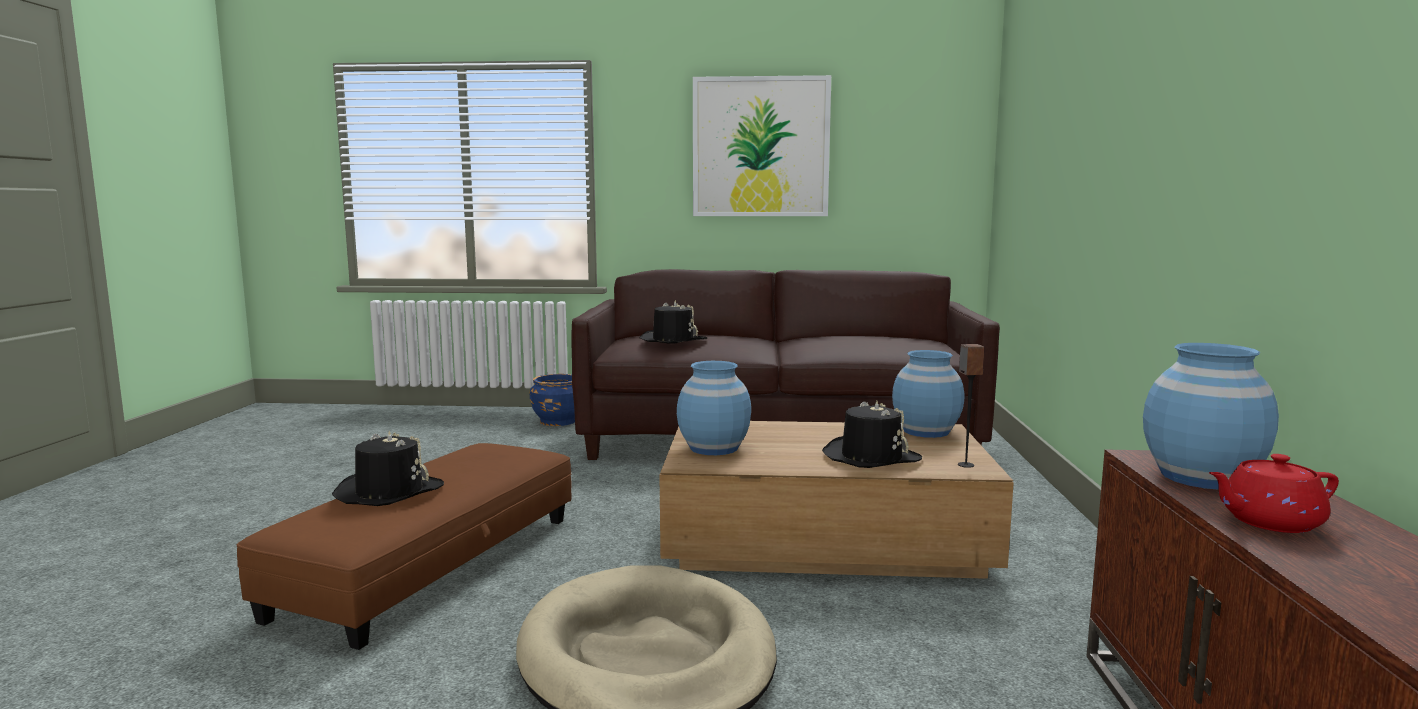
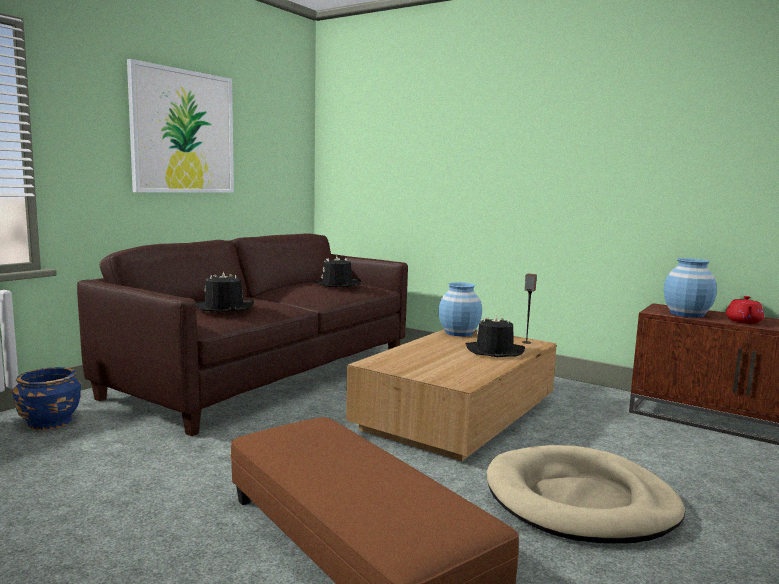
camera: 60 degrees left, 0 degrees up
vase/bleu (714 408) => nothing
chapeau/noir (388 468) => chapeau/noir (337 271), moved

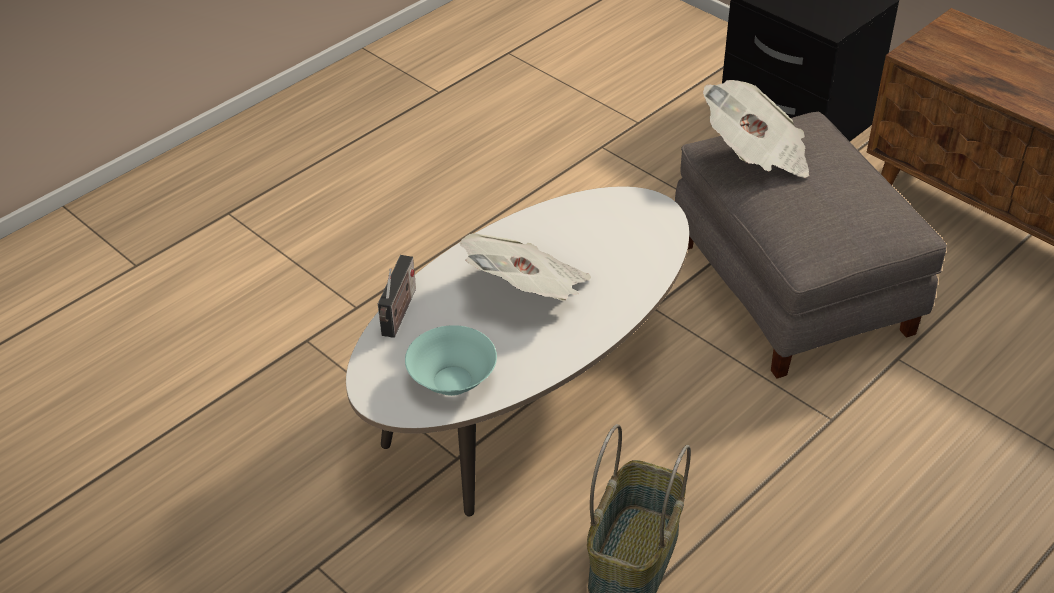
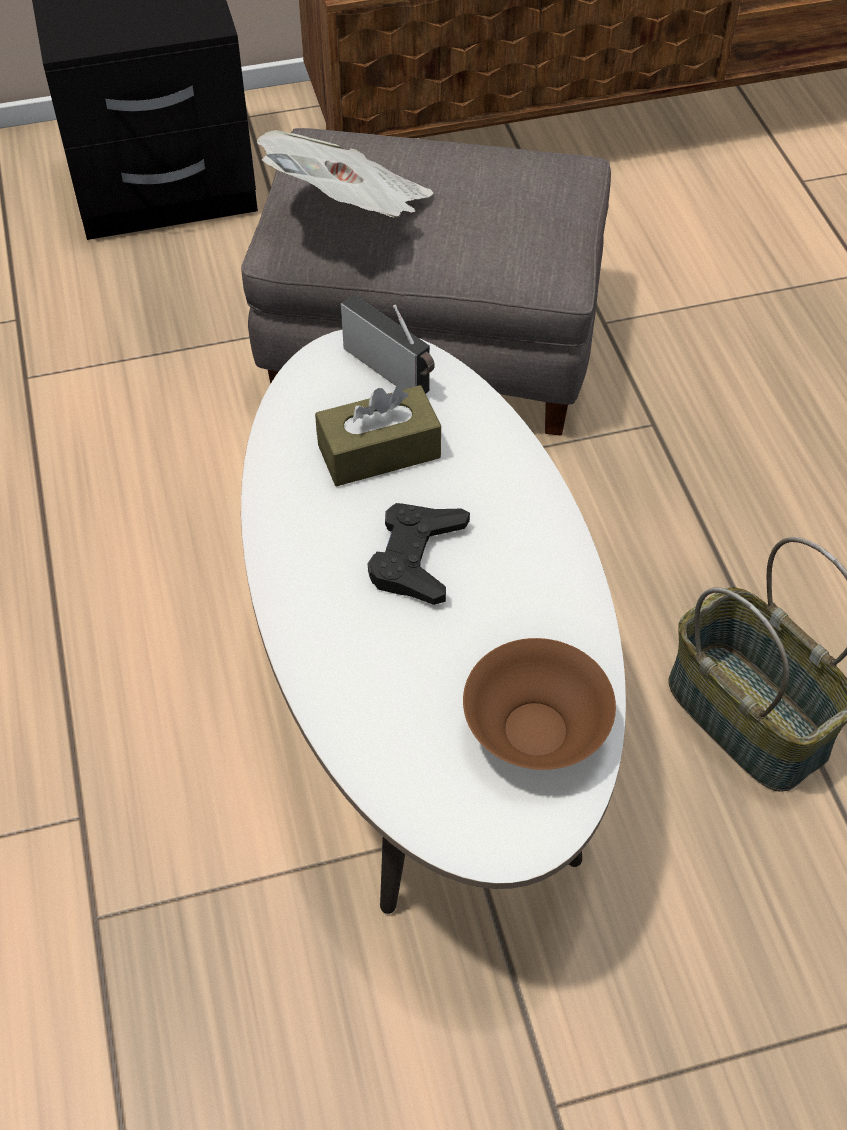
camera: 60 degrees left, 10 degrees up
nothing => boîte à mouchoirs/marron (378 435)
radio (397 296) => radio (388 344), moved
journal (525 267) => manette/noir (419 554)
bol/turquoise (451 360) => bol/marron (539 704)

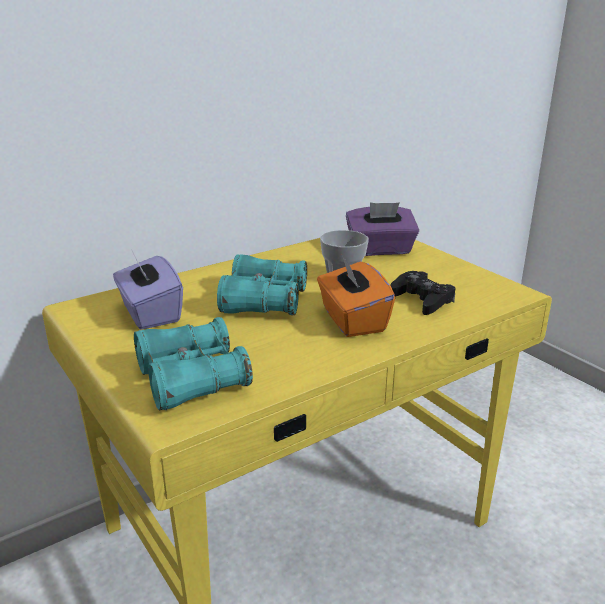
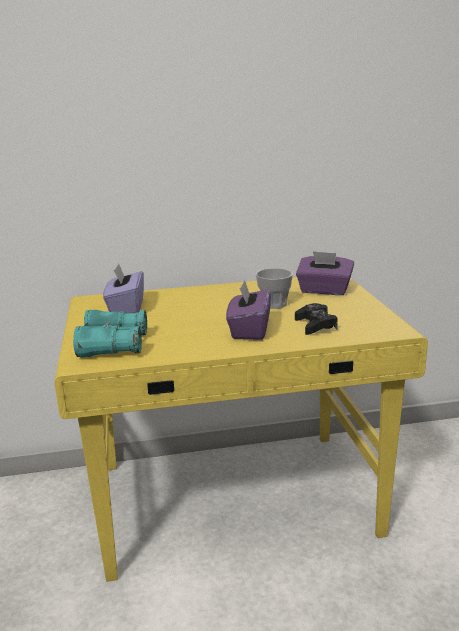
camera: 25 degrees right, 5 degrees down
jumelles/turquoise (262 285) => nothing
boîte à mouchoirs/orange (356 295) => boîte à mouchoirs/violet (248 310)

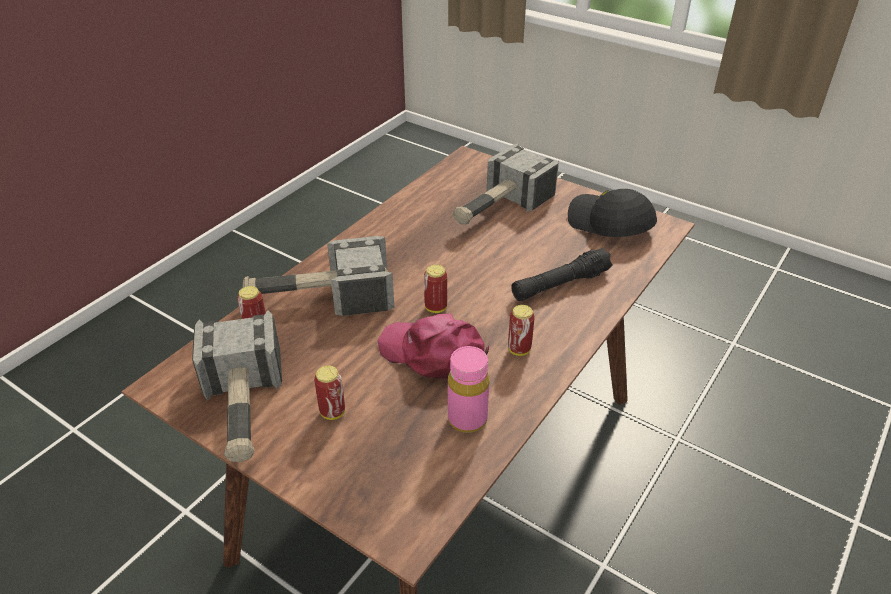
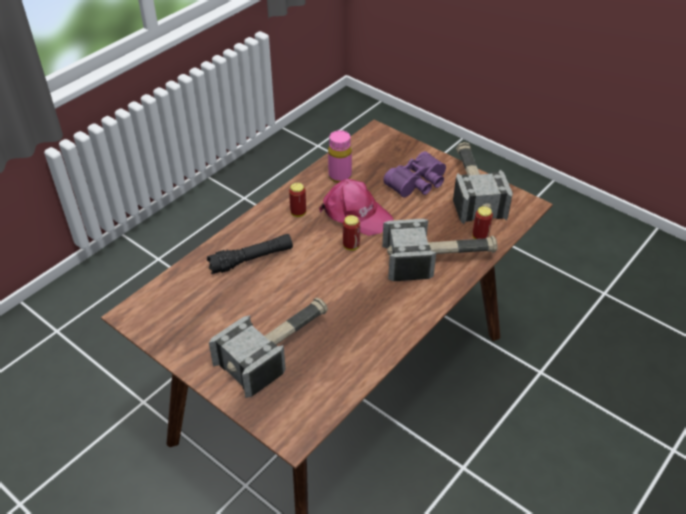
camera: 175 degrees left, 5 degrees up
casquette/noir (612 213) => nothing
boîte métallique (329 393) => jumelles/violet (414 174)

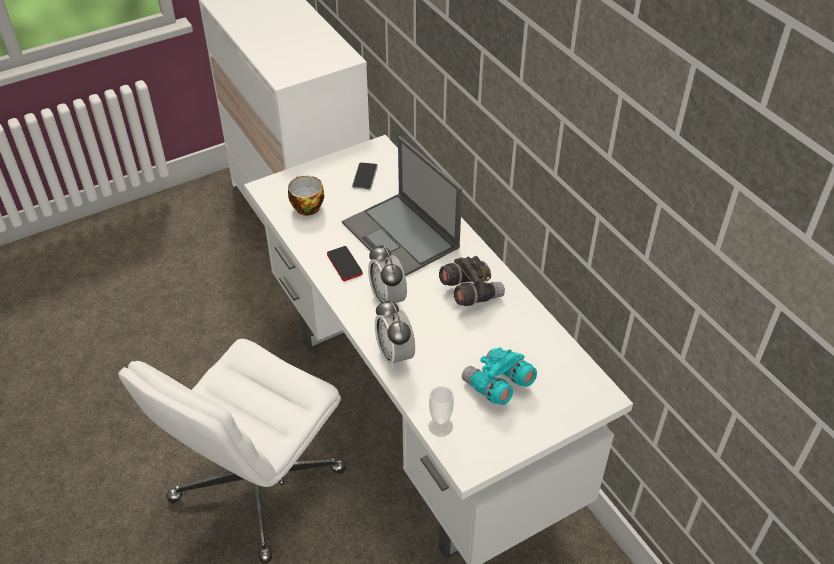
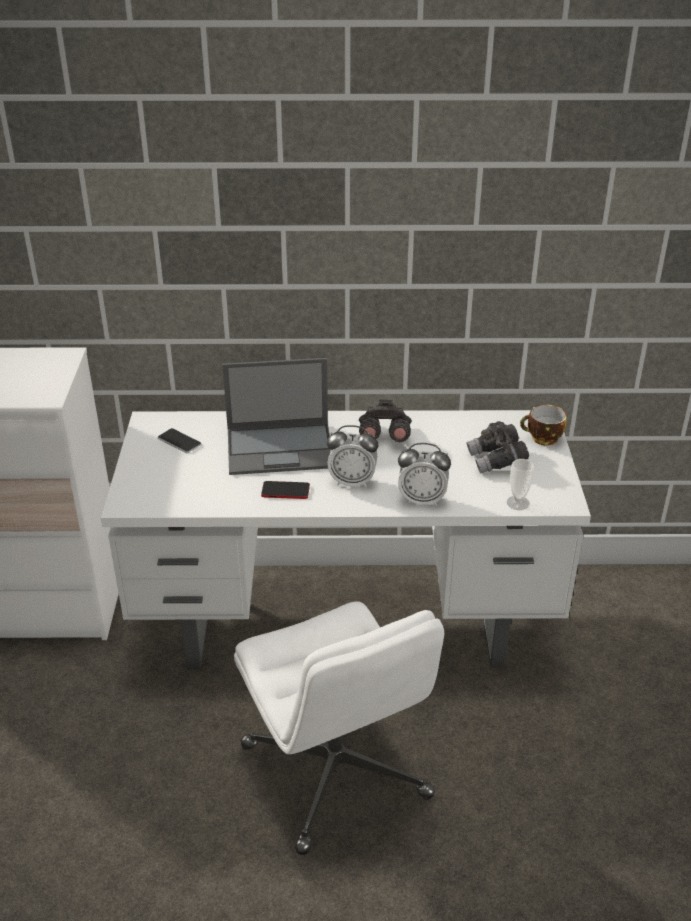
camera: 60 degrees left, 10 degrees down
tasse (306 196) => tasse (543 425), moved
jumelles/turquoise (499 376) => jumelles/gris (498 447)

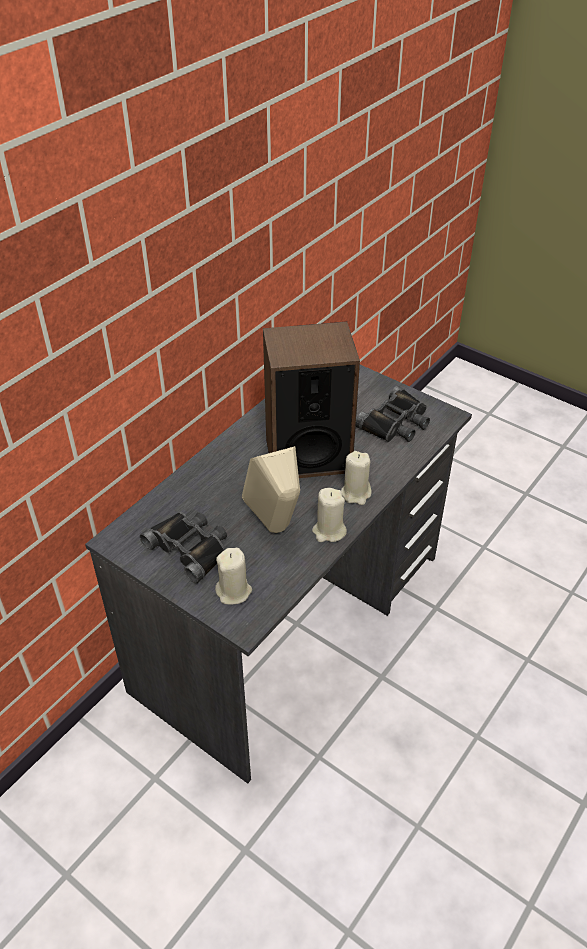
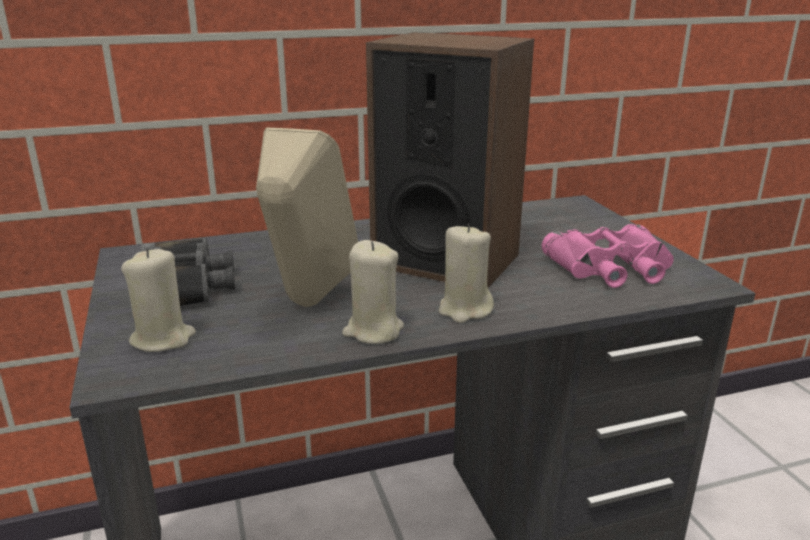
camera: 35 degrees right, 20 degrees down
jumelles/noir (393 414) => jumelles/rose (608 256)

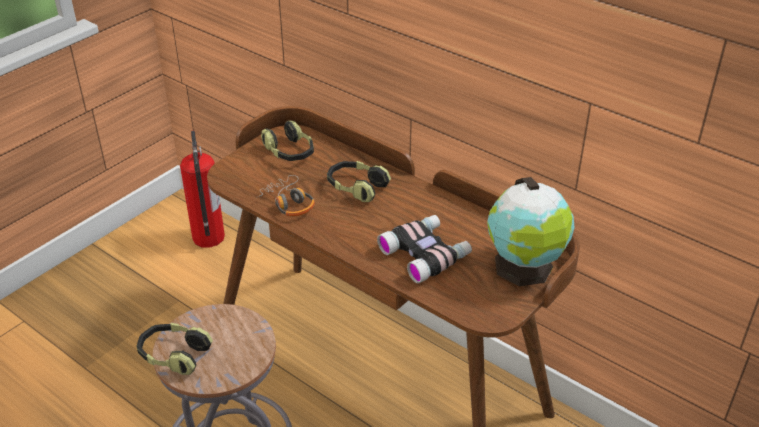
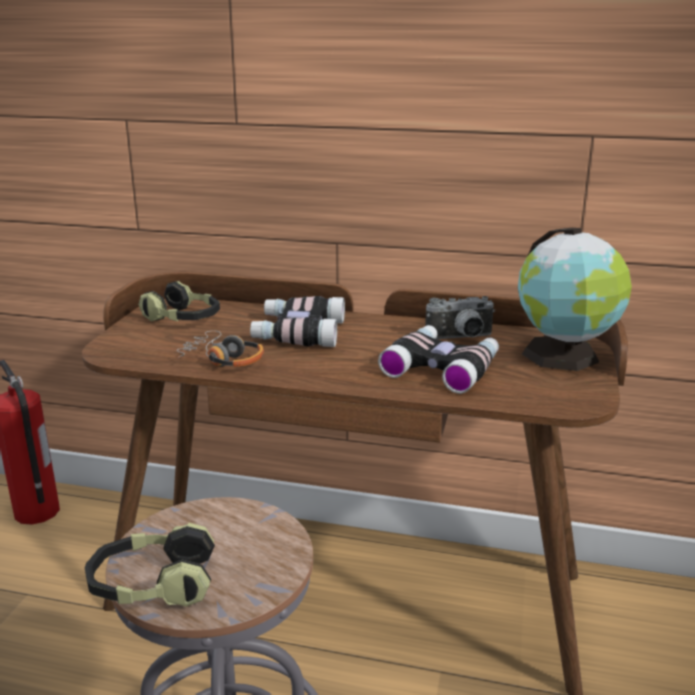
camera: 25 degrees left, 15 degrees down
nothing => appareil photo (460 317)
casque audio (359 181) => jumelles (297 321)

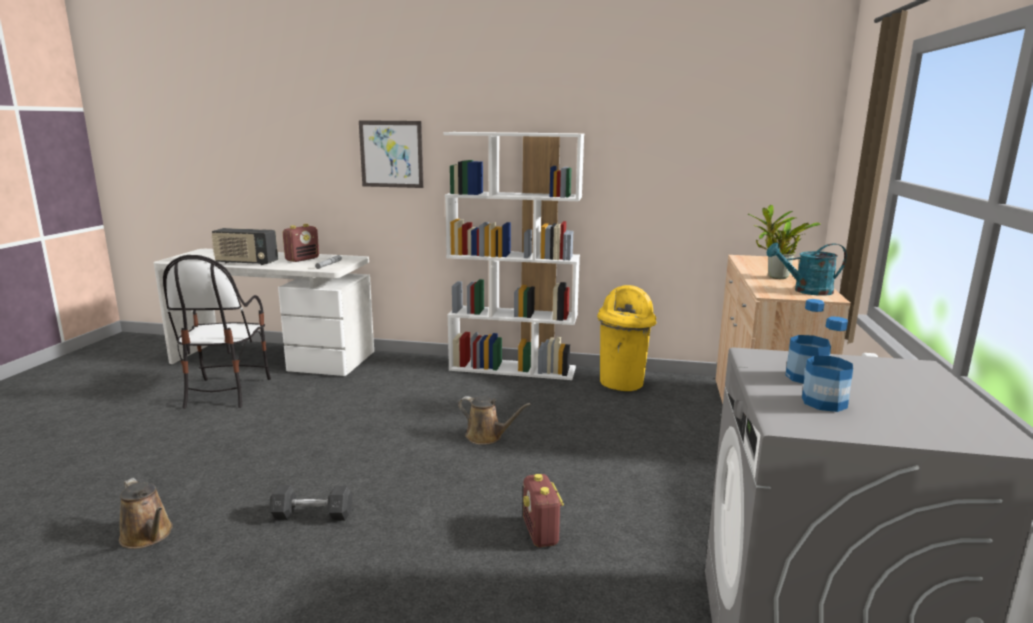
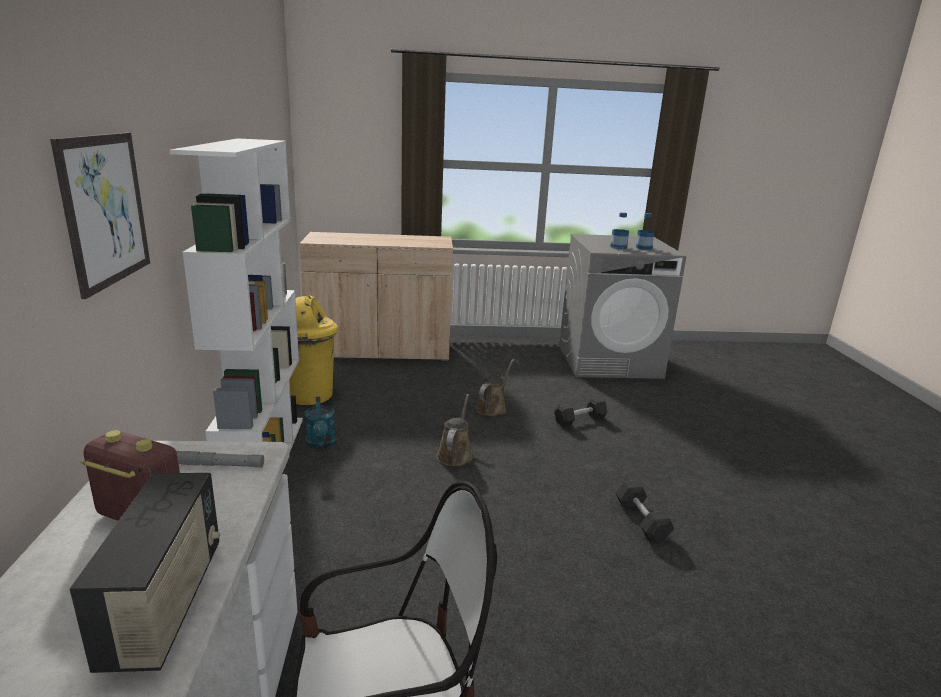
camera: 105 degrees left, 5 degrees up
plante en pot (784 242) => nothing
arrosoir/marron (146 513) => arrosoir/marron (494 387), moved
arrosoir/turquoise (807 269) => arrosoir/turquoise (320 423), moved
radio (543 510) => haltère/gris (581 411)

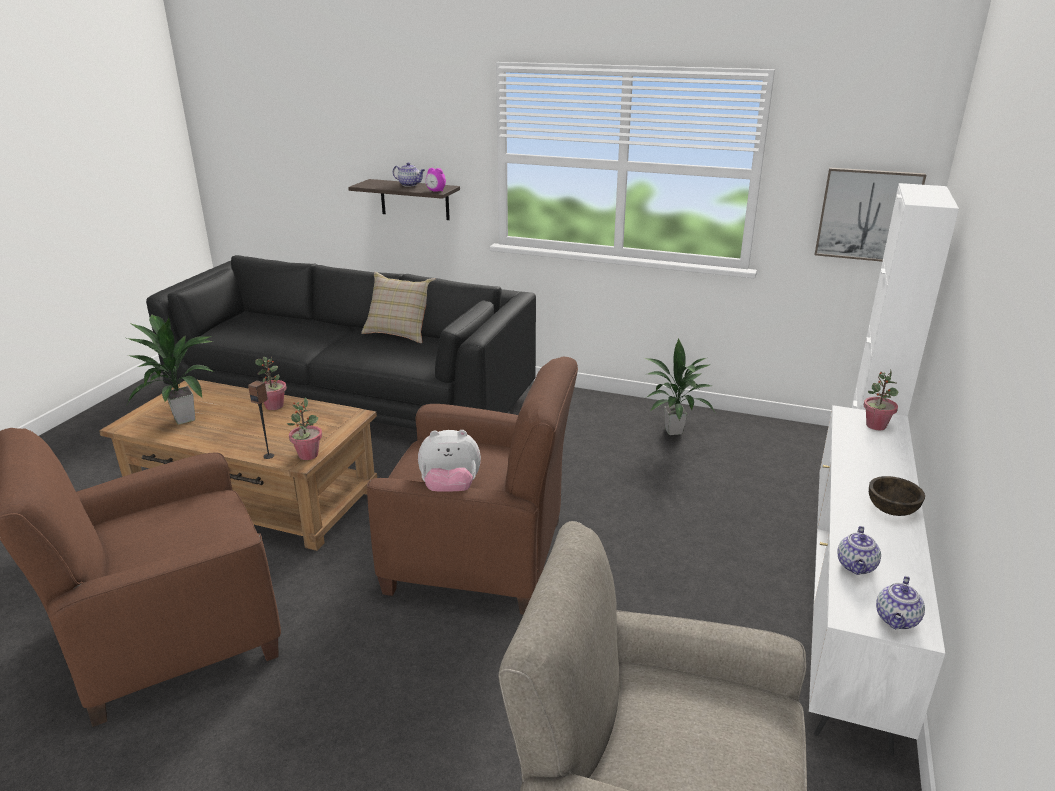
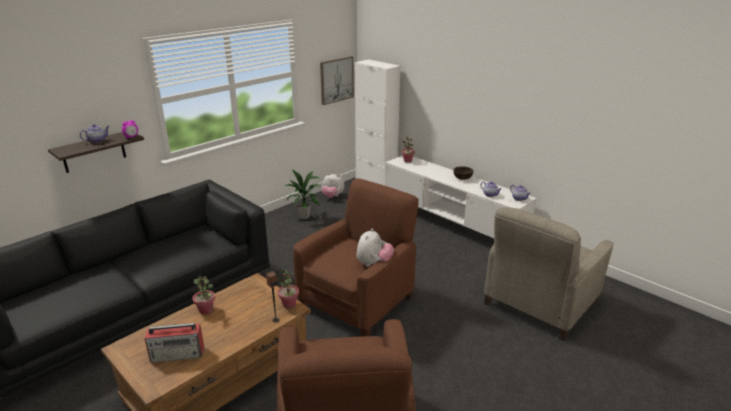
camera: 65 degrees left, 0 degrees up
coussin/beige (398 307) => nothing
nothing => peluche (333 185)
plante en pot (170 370) => radio (174 343)

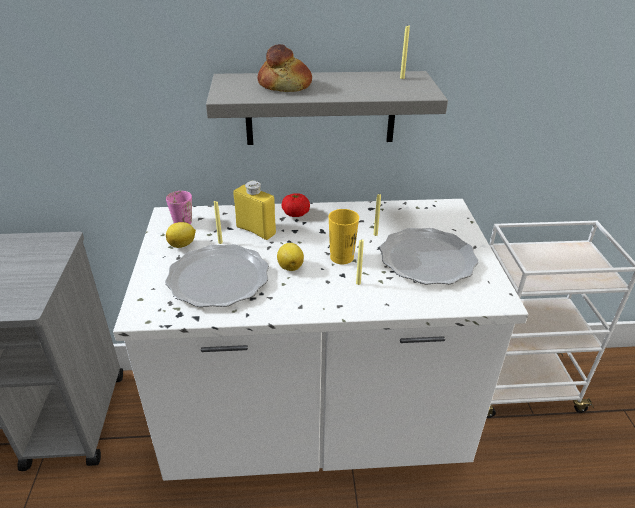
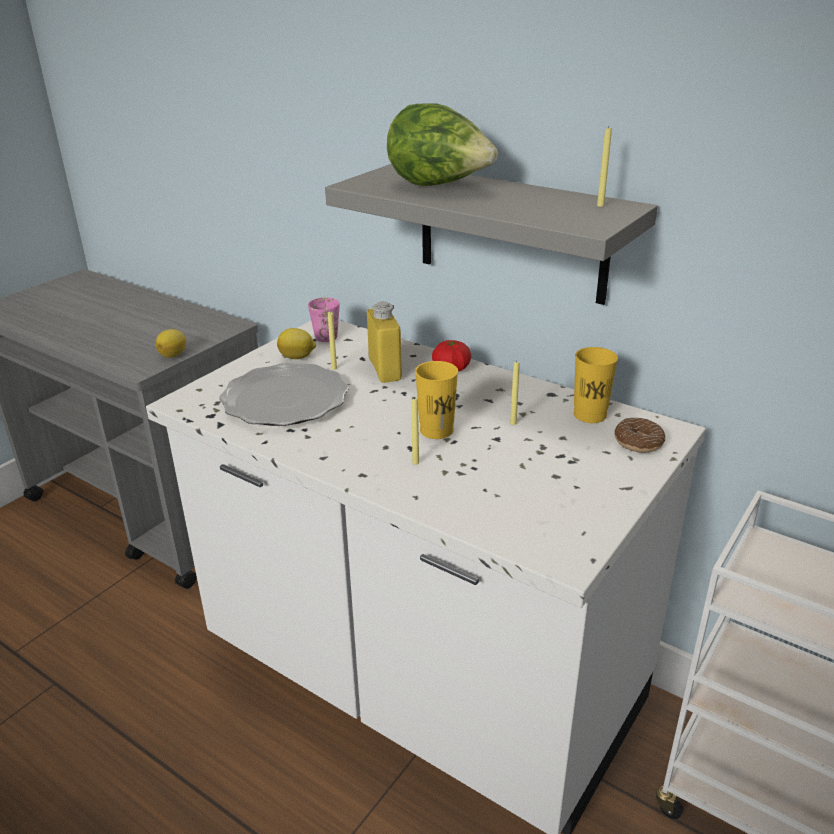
camera: 40 degrees right, 5 degrees down
assiette (429 256) => nothing
nothing => tasse/jaune (596 385)
nothing => beignet (639 435)
citron (290 257) => citron (171 343), moved
pain (285 68) => laitue (442 145)

